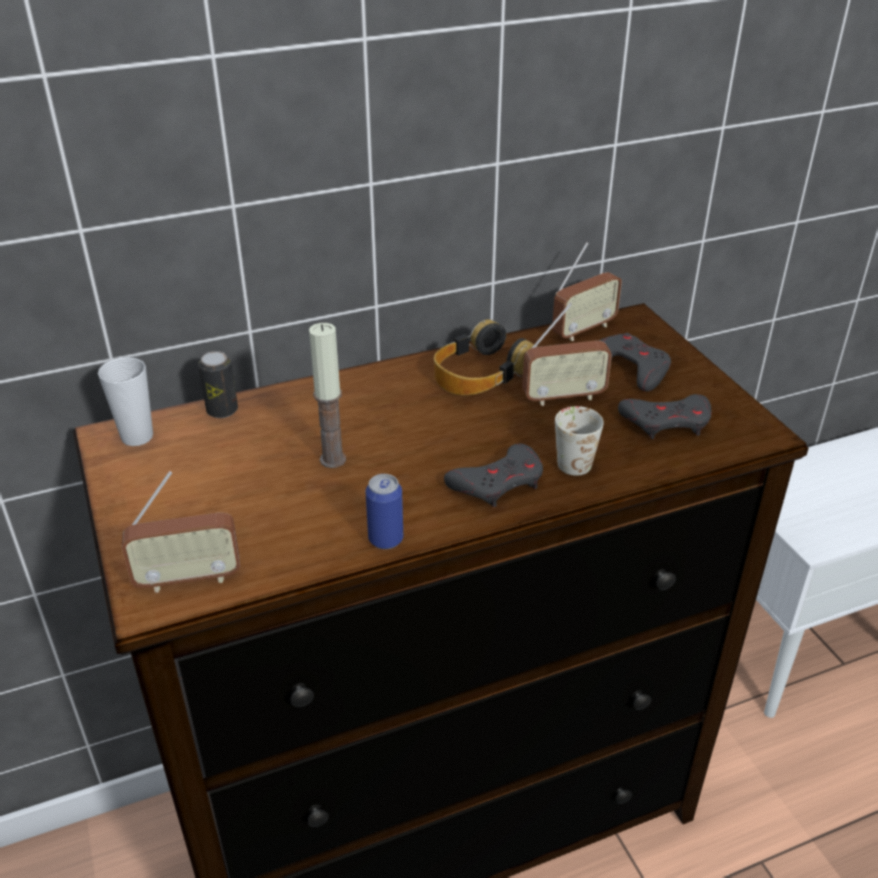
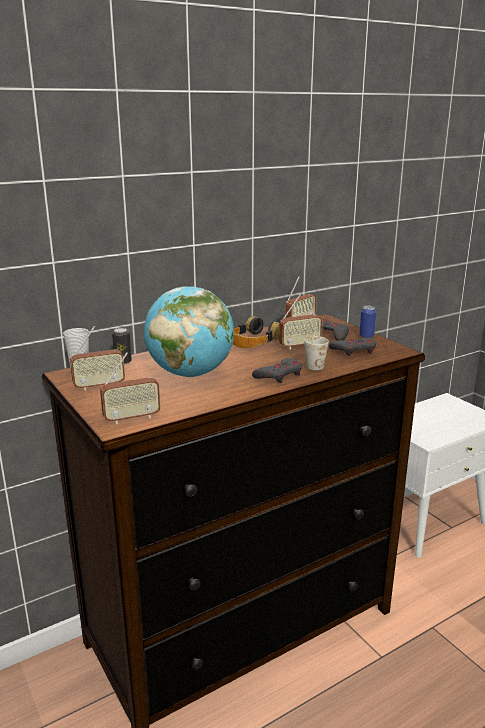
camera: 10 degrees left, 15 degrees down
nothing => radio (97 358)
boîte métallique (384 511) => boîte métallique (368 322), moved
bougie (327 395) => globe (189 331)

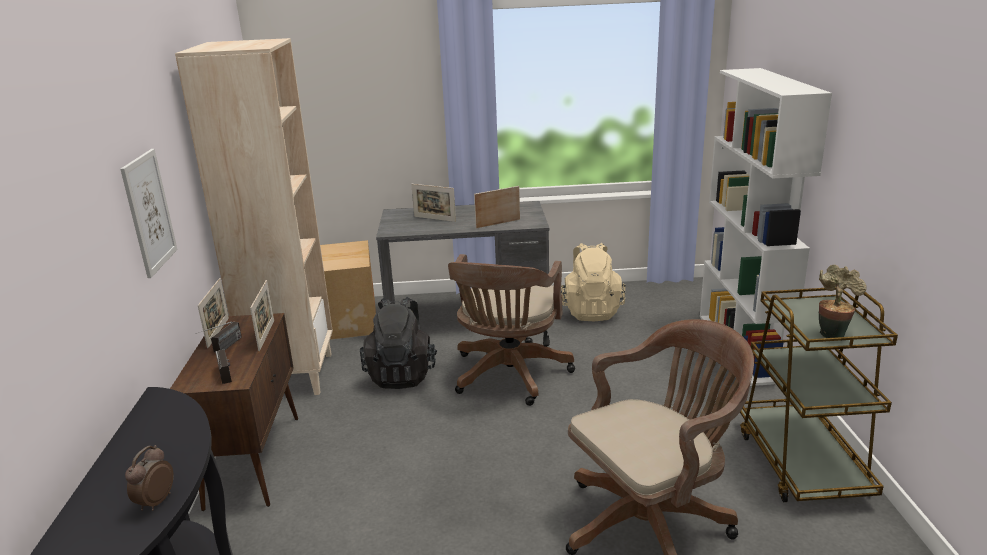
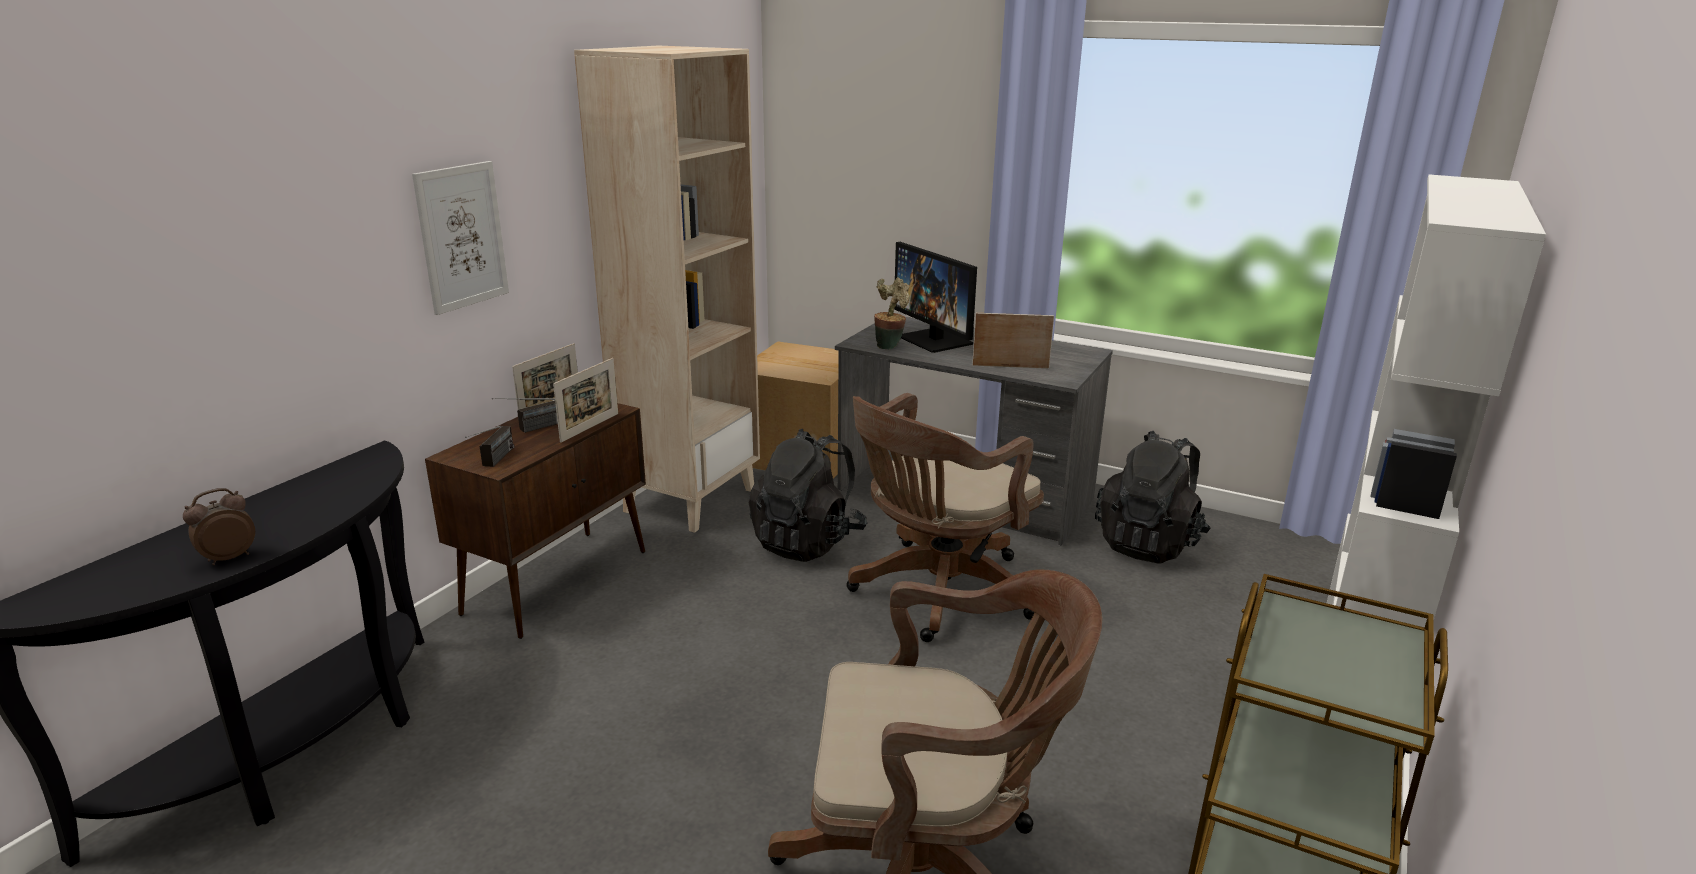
camera: 30 degrees right, 0 degrees up
plante en pot (843 301) => plante en pot (892 313), moved
cadre photo (433 203) => écran d'ordinateur (935 297)
sac à dos/beige (593 282) => sac à dos/noir (1153 497)

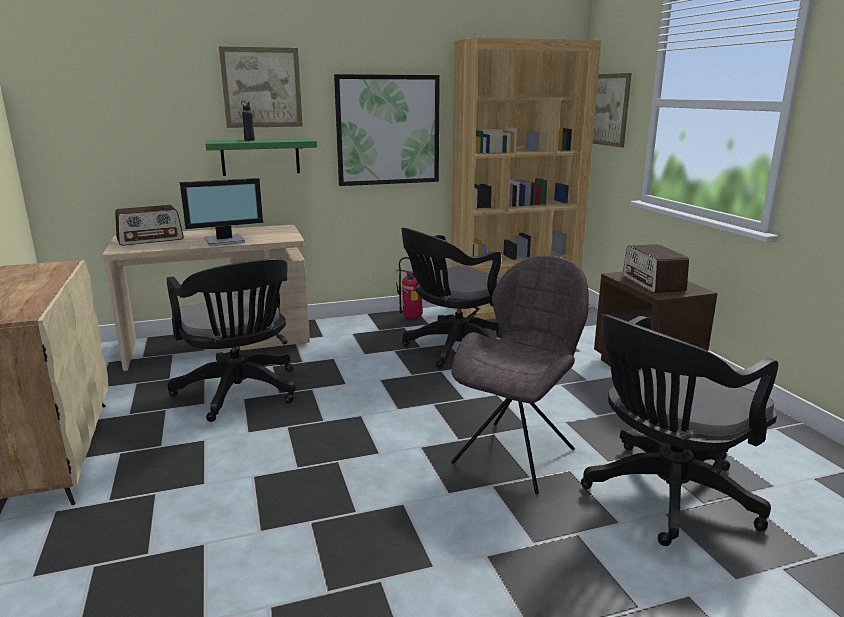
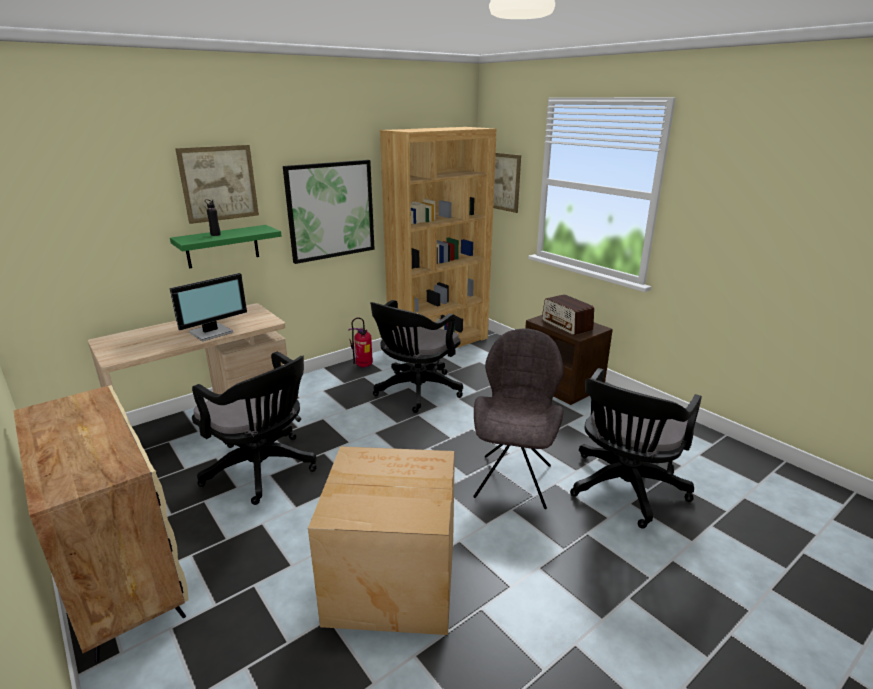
camera: 20 degrees left, 5 degrees up
radio (149 225) => nothing
nothing => carton (381 540)

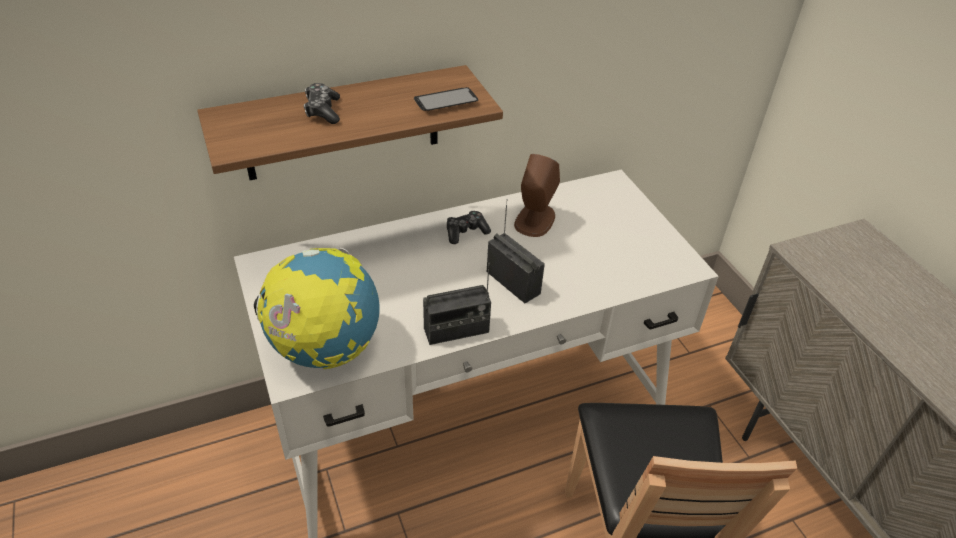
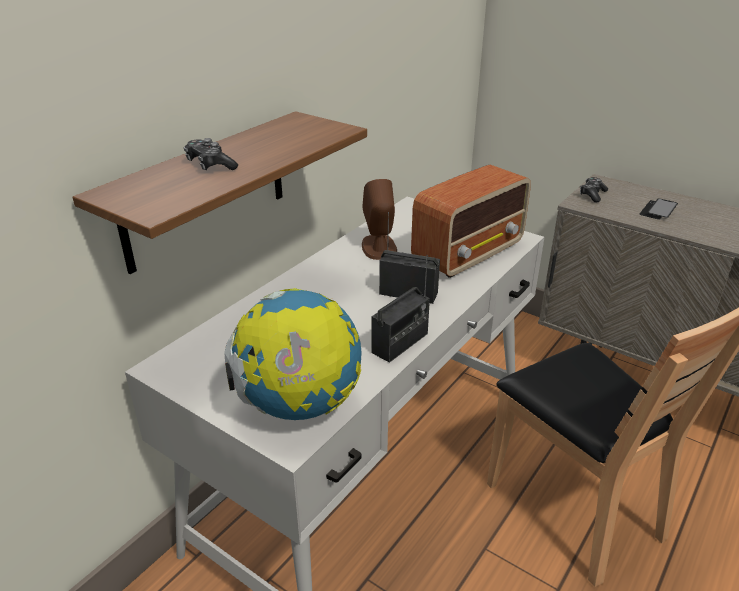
camera: 30 degrees left, 10 degrees down
nothing => radio (471 221)
téléphone (446 99) => téléphone (659 208), moved
manette (469 227) => manette (594 189), moved

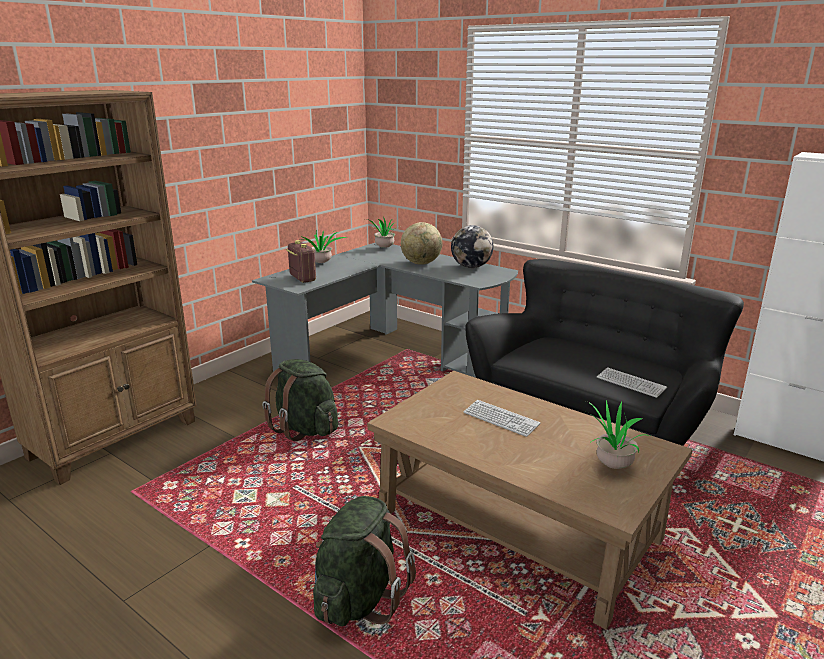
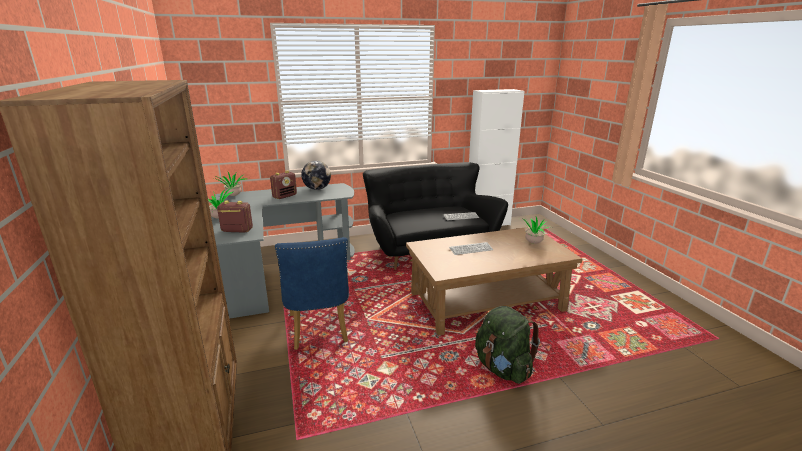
camera: 55 degrees left, 0 degrees up
sac à dos/vert (300 400) => chaise/bleu (312 293)
globe (421 243) => radio (283 185)

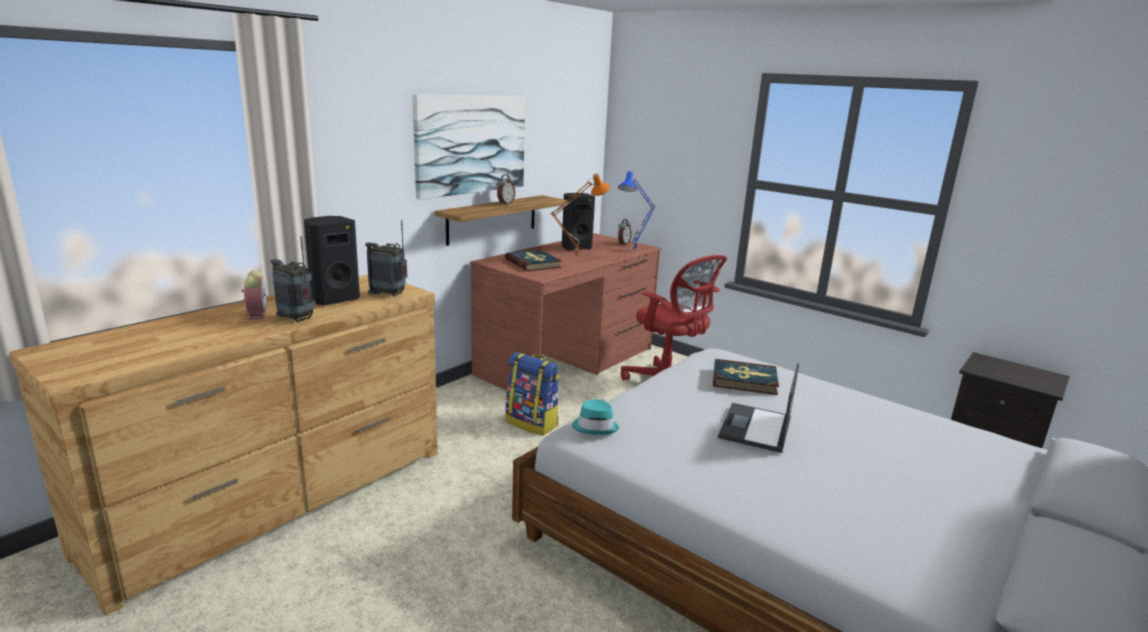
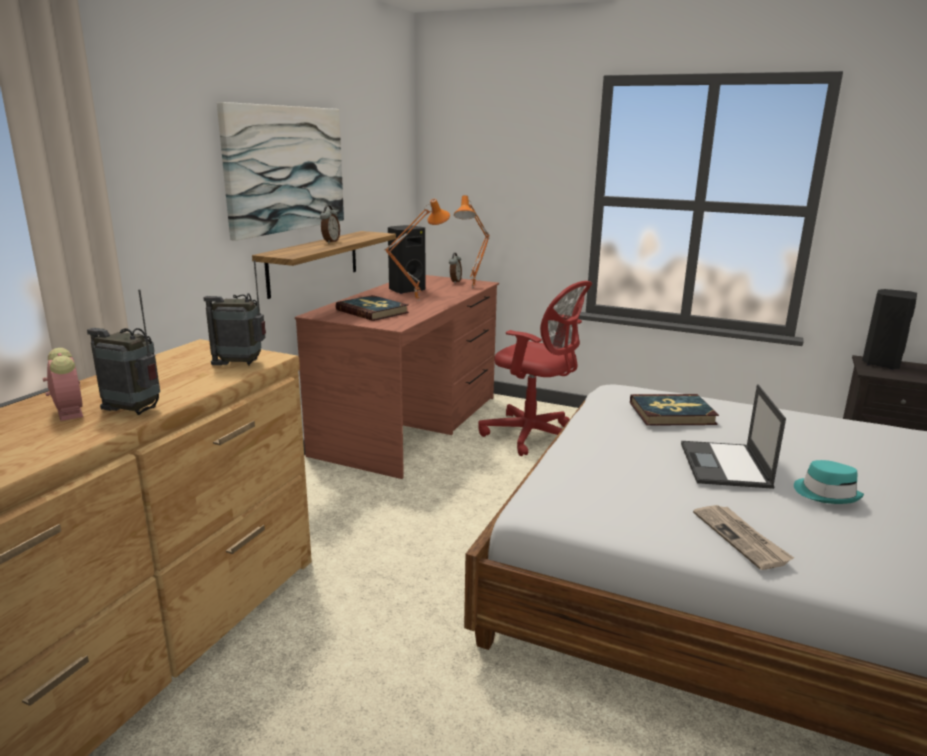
camera: 15 degrees left, 0 degrees up
sac à dos (532 394) => nothing
nothing => journal (743 537)
enceinte/noir (332 260) => enceinte/noir (889 329), moved
chapeau/turquoise (595 417) => chapeau/turquoise (829 482), moved
lampe de table/bleu (637 211) => lampe de table/orange (472 241)

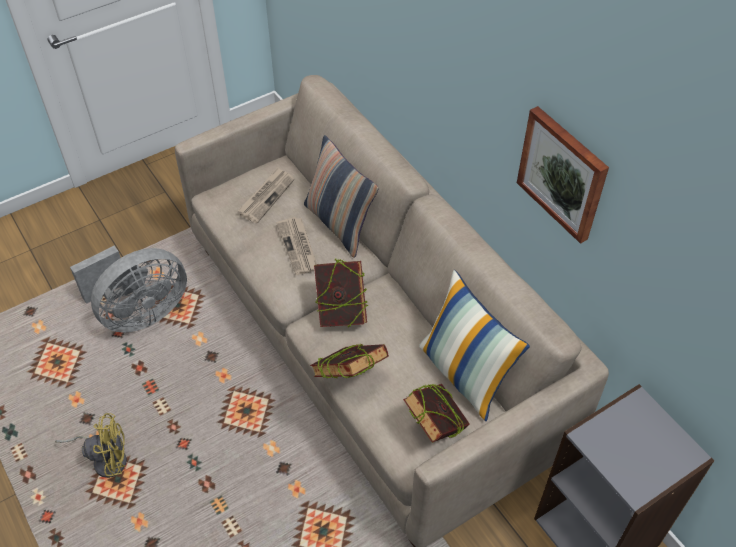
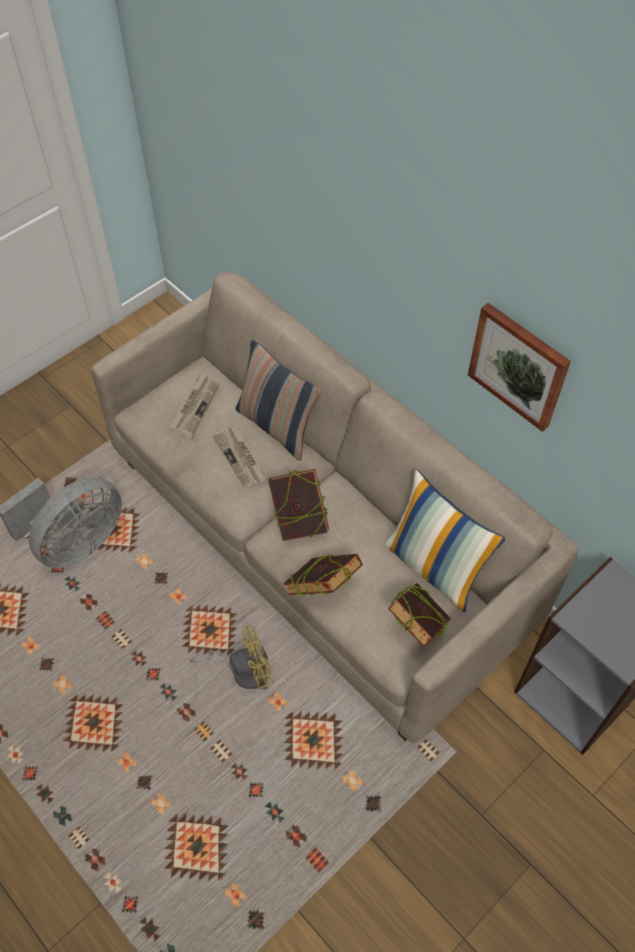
camera: 10 degrees left, 5 degrees up
ventilateur/jaune (91 445) => ventilateur/jaune (232 657), moved

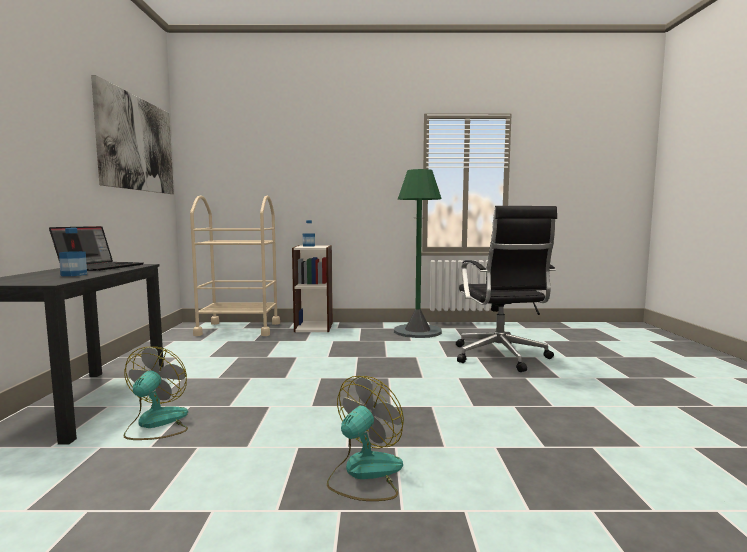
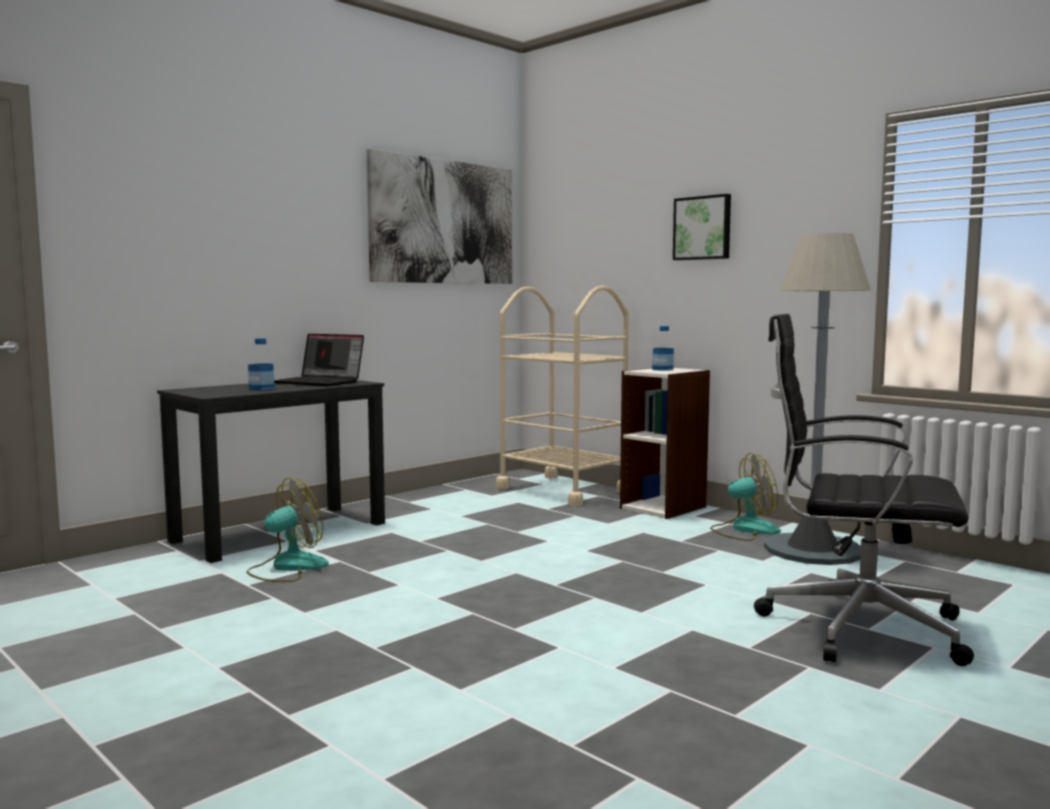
camera: 45 degrees right, 0 degrees up
nothing => tableau (702 227)
ventilateur (365 438) => ventilateur (745 497), moved
lampadaire/vert (418 253) => lampadaire/gris (817 399)
ordinateur portable (96 248) => ordinateur portable (319 360), 60 degrees clockwise
chaise de bureau/noir (506 289) => chaise de bureau/noir (864 490), 75 degrees clockwise

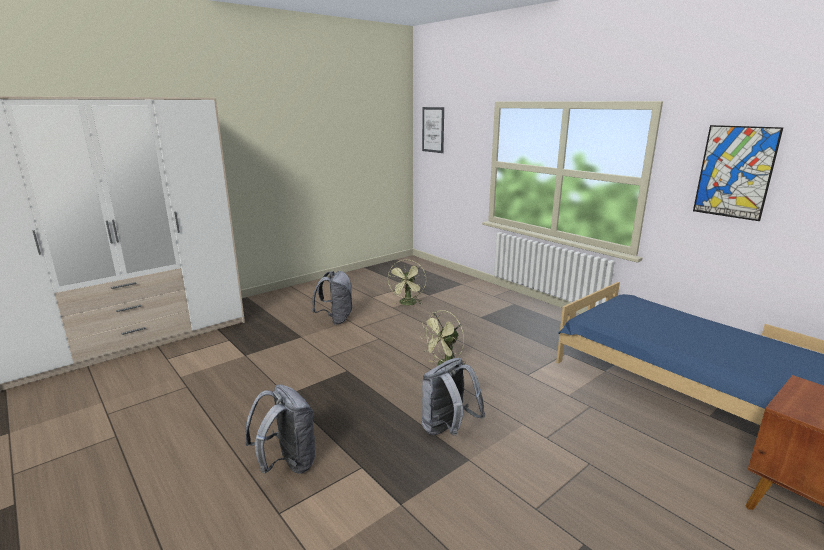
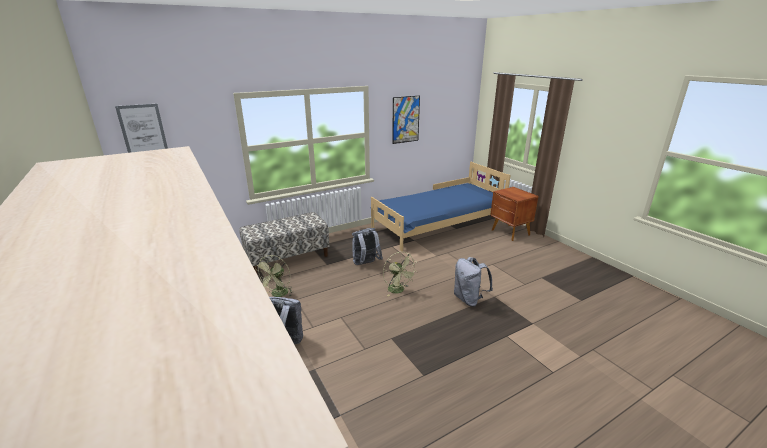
camera: 80 degrees left, 5 degrees up
nothing => banc (284 243)
sac à dos/gris (280 429) => sac à dos/gris (367 246), moved
ventilateur/vert (406 282) => ventilateur/vert (274 276), 90 degrees clockwise

